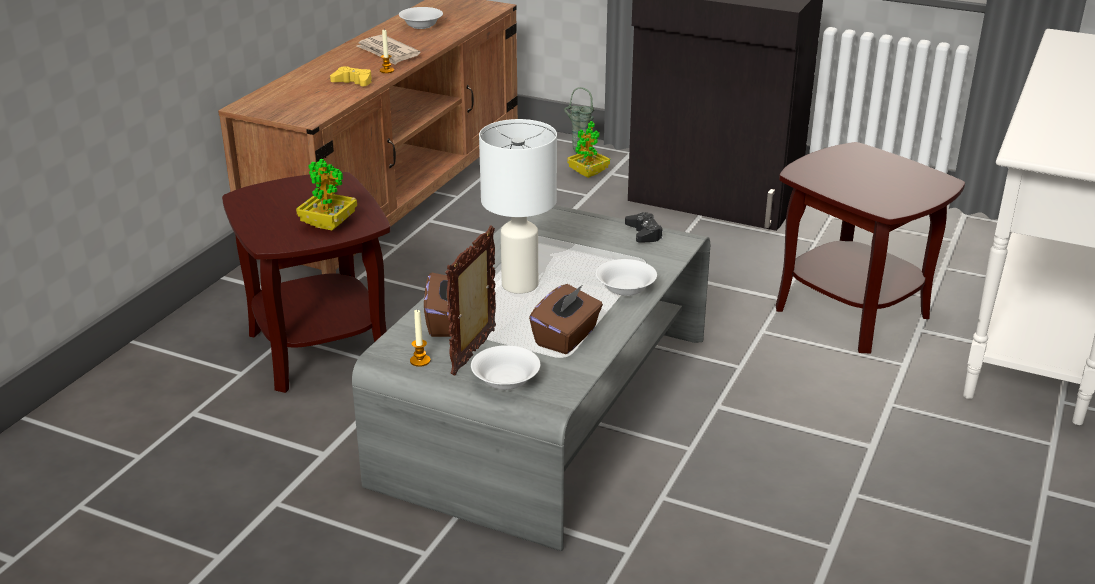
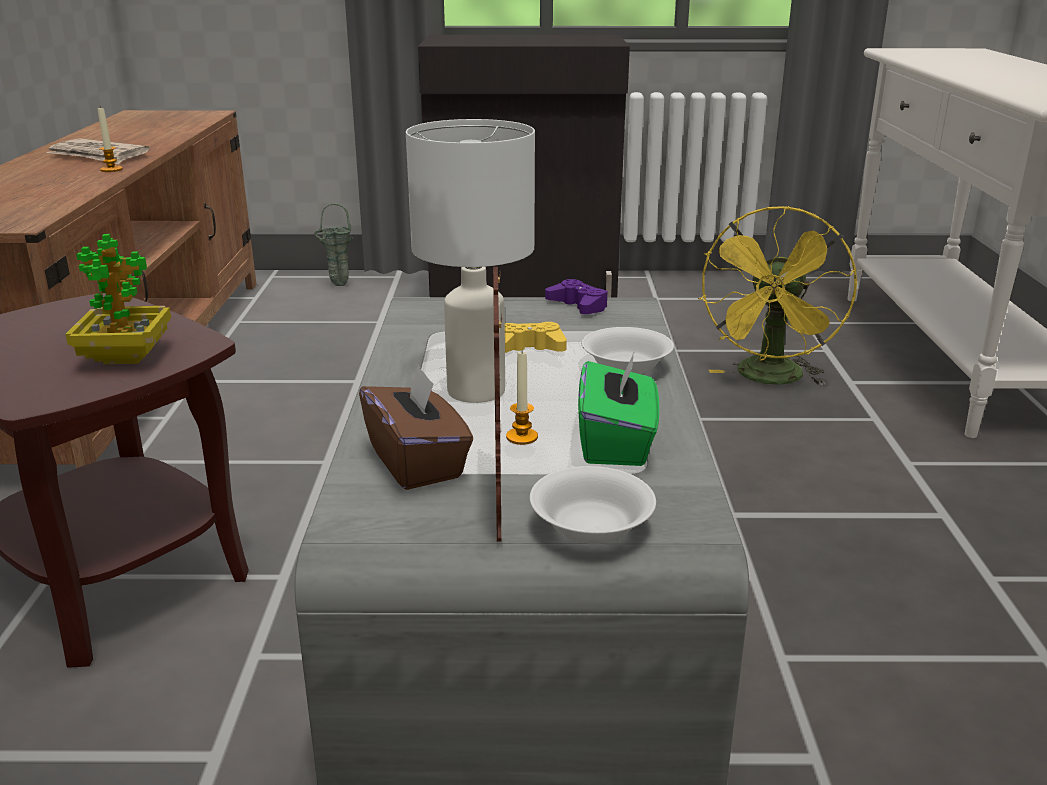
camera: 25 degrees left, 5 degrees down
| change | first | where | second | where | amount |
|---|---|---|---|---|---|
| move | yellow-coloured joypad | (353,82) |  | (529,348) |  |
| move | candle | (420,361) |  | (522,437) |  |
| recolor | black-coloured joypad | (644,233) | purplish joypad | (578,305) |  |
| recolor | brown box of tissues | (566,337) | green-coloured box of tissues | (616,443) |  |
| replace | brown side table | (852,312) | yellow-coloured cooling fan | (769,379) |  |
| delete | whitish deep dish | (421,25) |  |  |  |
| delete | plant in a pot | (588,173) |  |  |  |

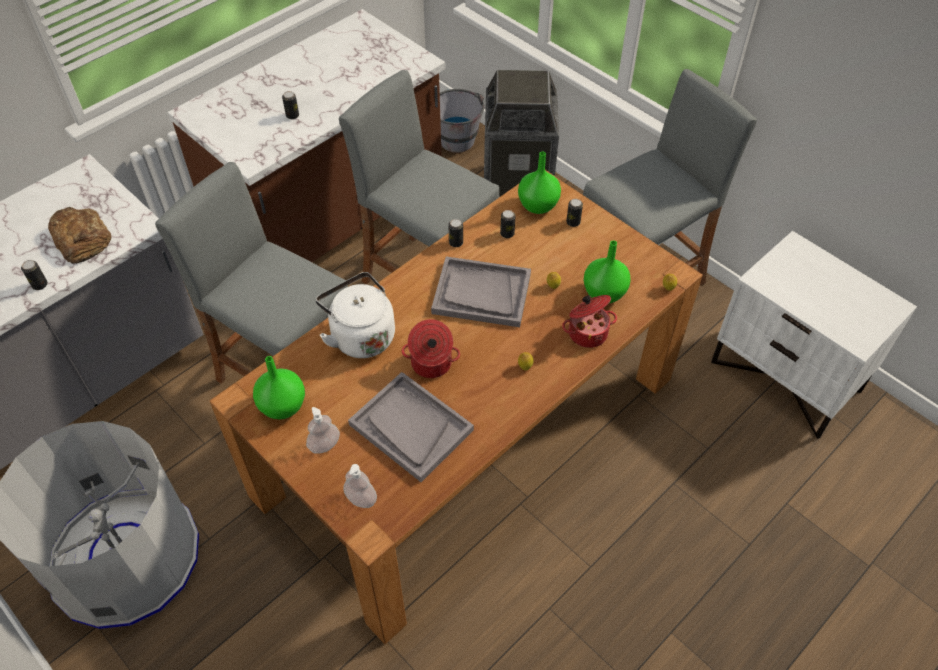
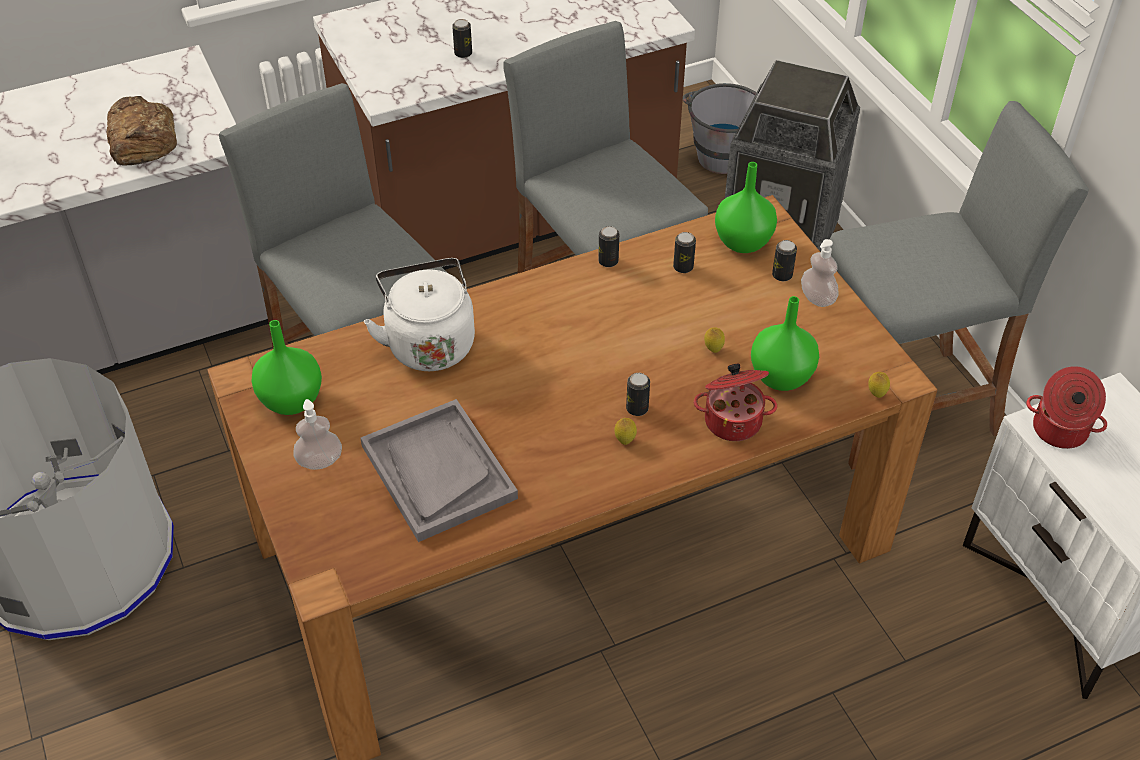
camera: 20 degrees right, 5 degrees down
| change | first | where | second | where | amount |
|---|---|---|---|---|---|
| move | can | (40,285) |  | (637,408) |  |
| move | liquid soap bottle | (361,498) |  | (817,298) |  |
| move | stockpot | (431,364) |  | (1059,431) |  |
| delete | gray tray | (481,294) |  |  |  |

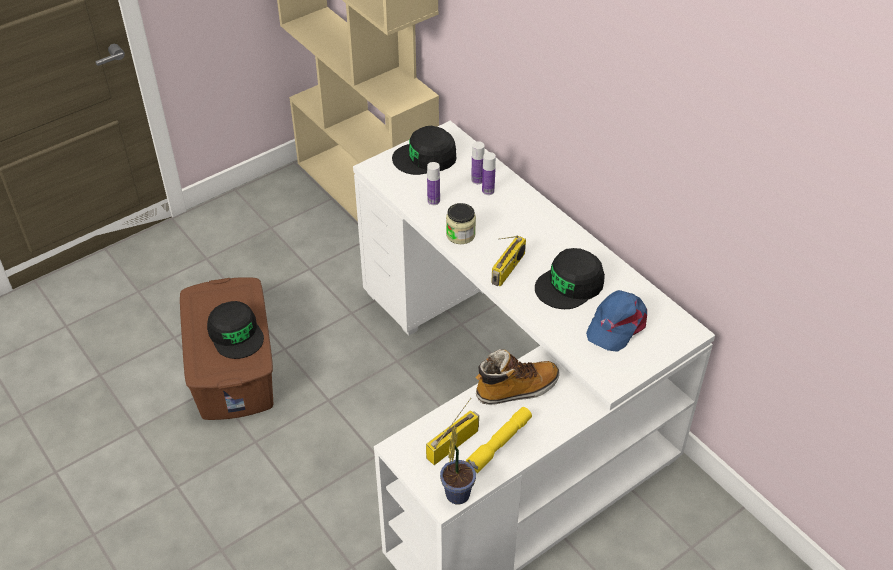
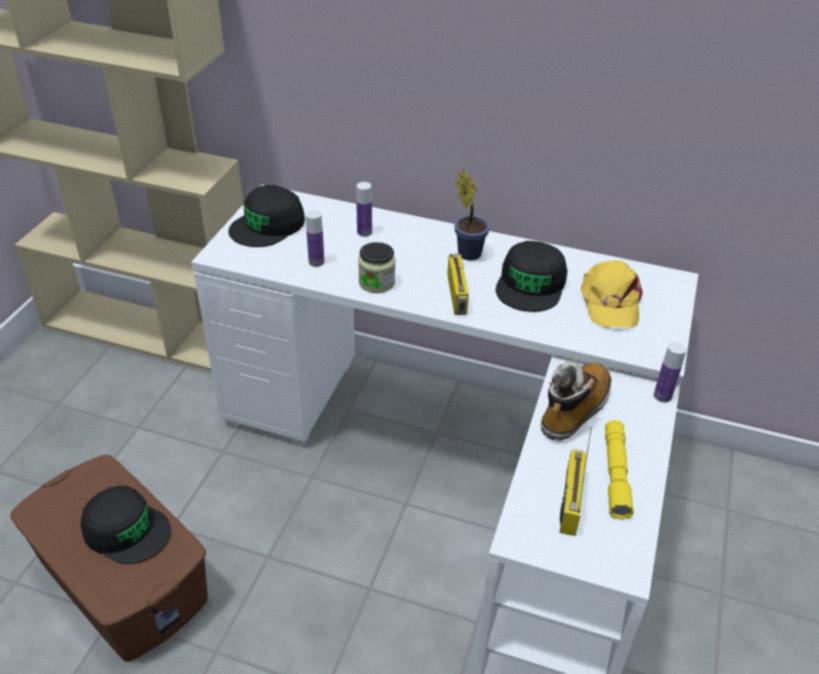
camera: 35 degrees left, 5 degrees down
| change | first | where | second | where | amount |
|---|---|---|---|---|---|
| move | plant in a pot | (458,491) |  | (468,252) |  |
| recolor | blue baseball cap | (616,324) | yellow-coloured baseball cap | (610,301) |  |
| move | bottle | (477,180) |  | (662,396) |  |

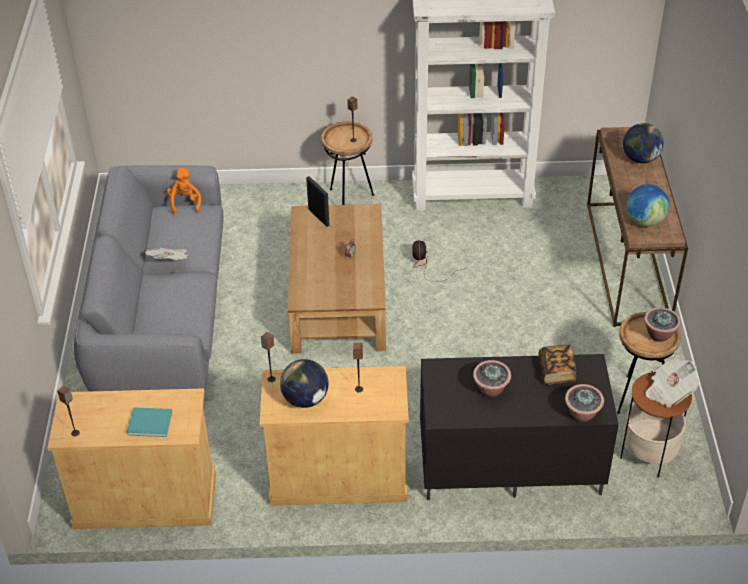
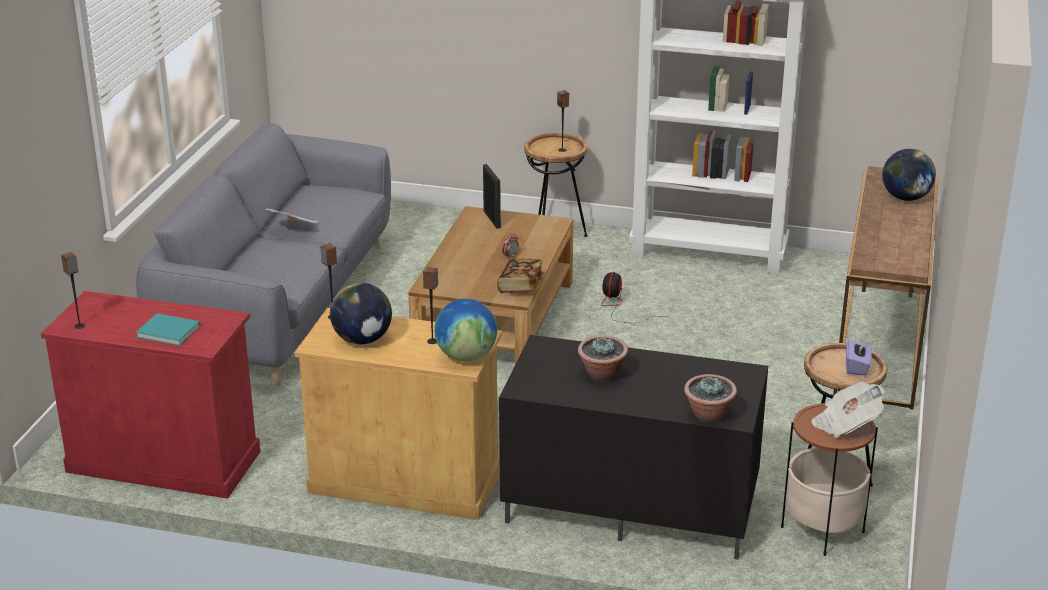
camera: 15 degrees right, 15 degrees down
| change | first | where | second | where | amount |
|---|---|---|---|---|---|
| recolor | beige cabinet | (145,500) | red cabinet | (164,461) |  |
| move | desk globe | (644,221) |  | (466,356) |  |
| move | book | (556,371) |  | (520,286) |  |
| replace | plant in a pot | (659,335) | purplish box of tissues | (857,367) |  |
| delete | orangey cuddly toy | (185,203) |  |  |  |

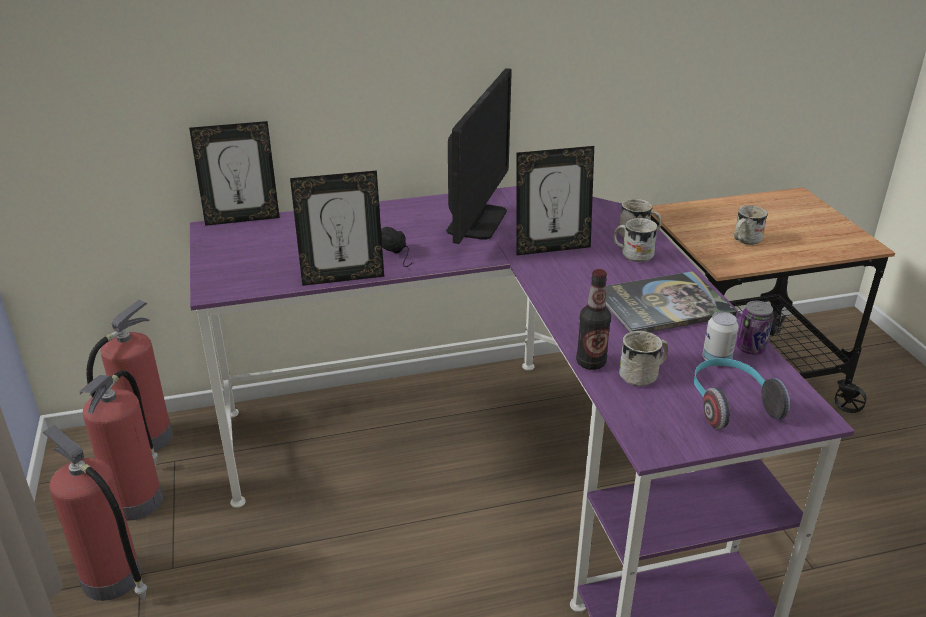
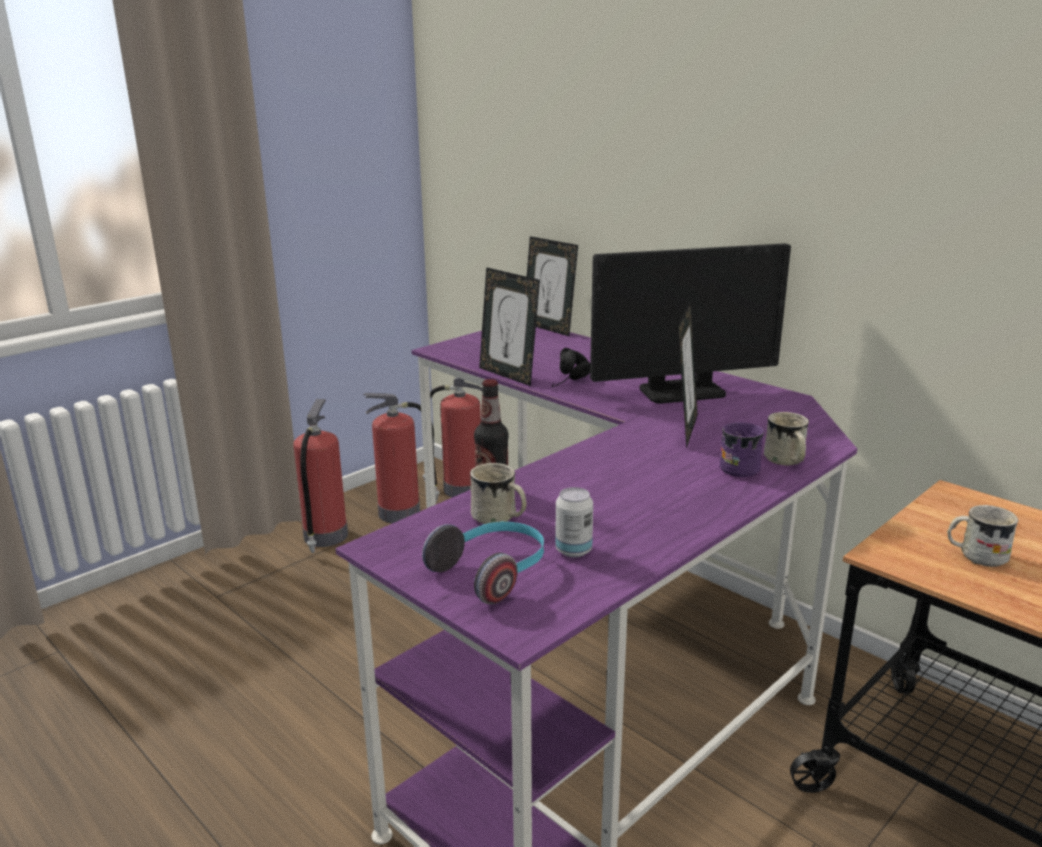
camera: 60 degrees right, 10 degrees down
| change | first | where | second | where | amount |
|---|---|---|---|---|---|
| rotate | standing frame | (551,248) |  | (684,430) | 120 degrees counterclockwise |
| recolor | whitish coffee mug | (632,254) | purplish coffee mug | (738,467) |  |
| delete | book | (663,304) |  |  |  |
| delete | can | (750,349) |  |  |  |

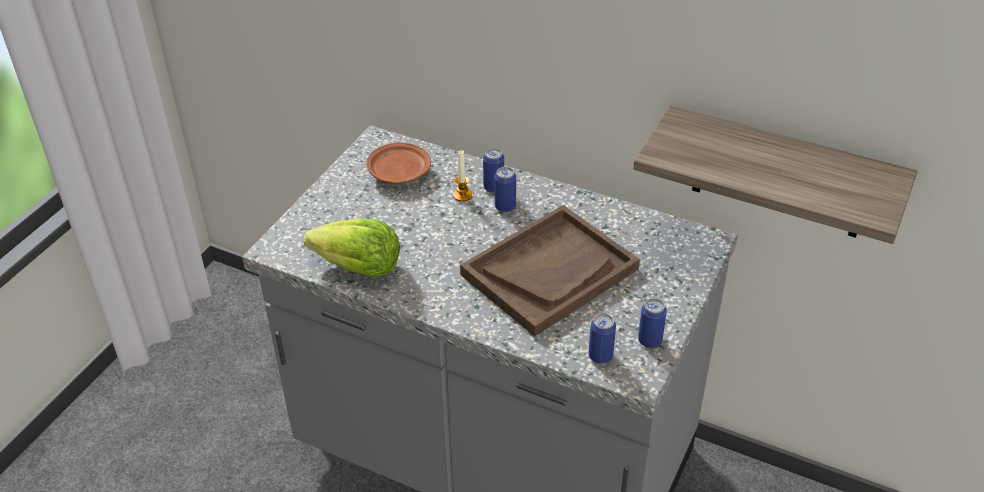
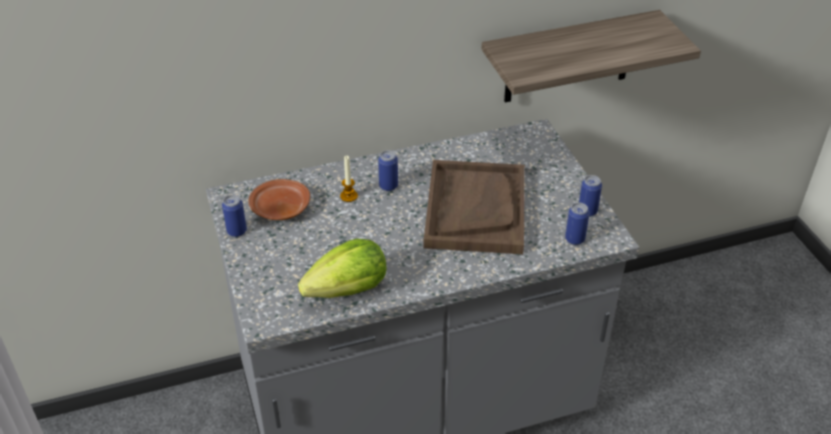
camera: 45 degrees left, 0 degrees up
| change | first | where | second | where | amount |
|---|---|---|---|---|---|
| move | can | (493,187) |  | (236,231) |  |

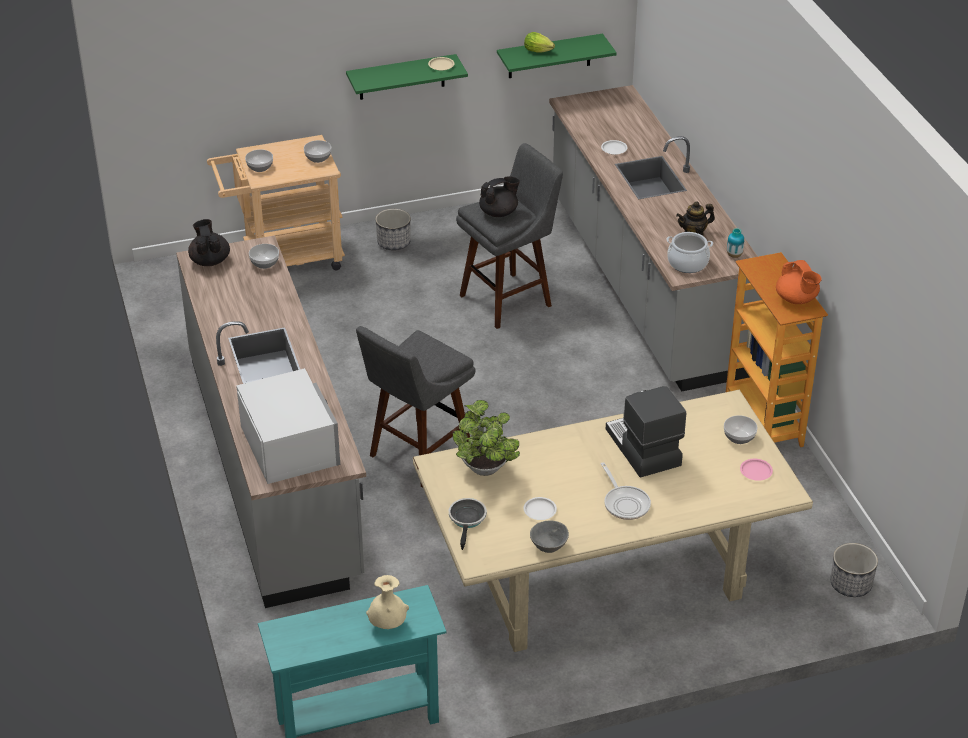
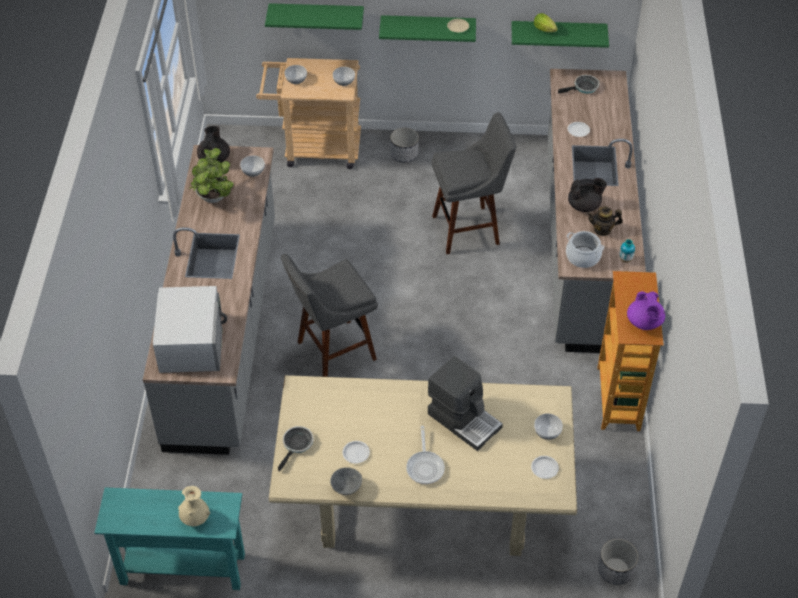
camera: 20 degrees right, 10 degrees up
| change | first | where | second | where | amount |
|---|---|---|---|---|---|
| move | plant in a pot | (486,470) |  | (213,199) |  |
| insert |  |  | green-coloured shelf | (316,16) |  |
| rotate | coffee machine | (642,448) |  | (464,419) | 135 degrees clockwise |
| recolor | pink-coloured flat dish | (755,471) | whitish flat dish | (544,468) |  |
| insert |  |  | frying pan | (584,87) |  |
| move | black-coloured pot for tea | (499,212) |  | (584,206) |  |
| recolor | orangey pot for tea | (796,299) | purplish pot for tea | (644,322) |  |

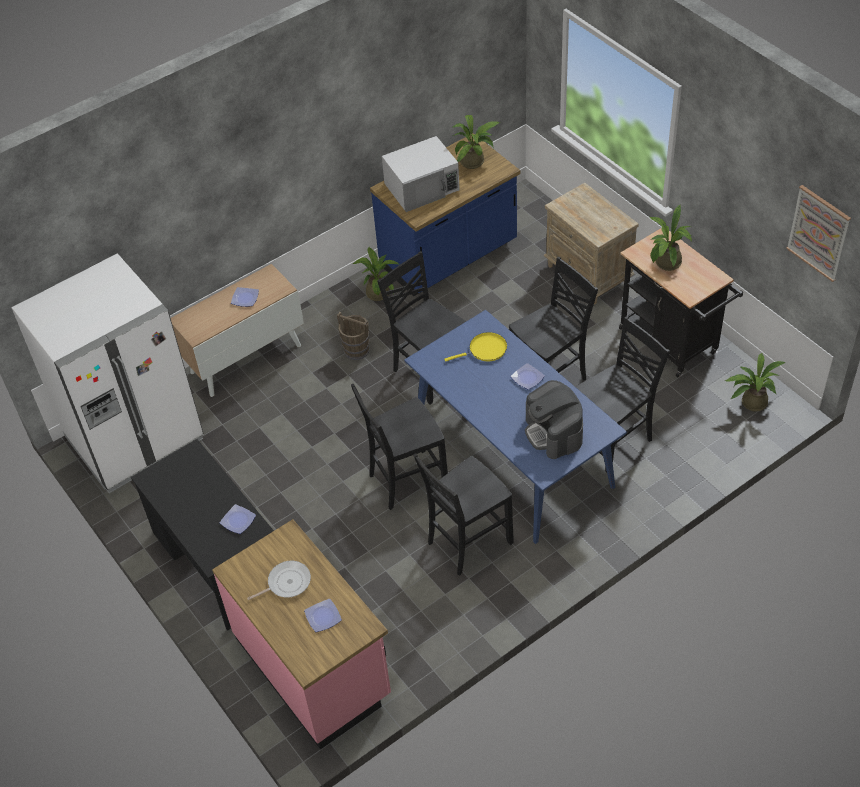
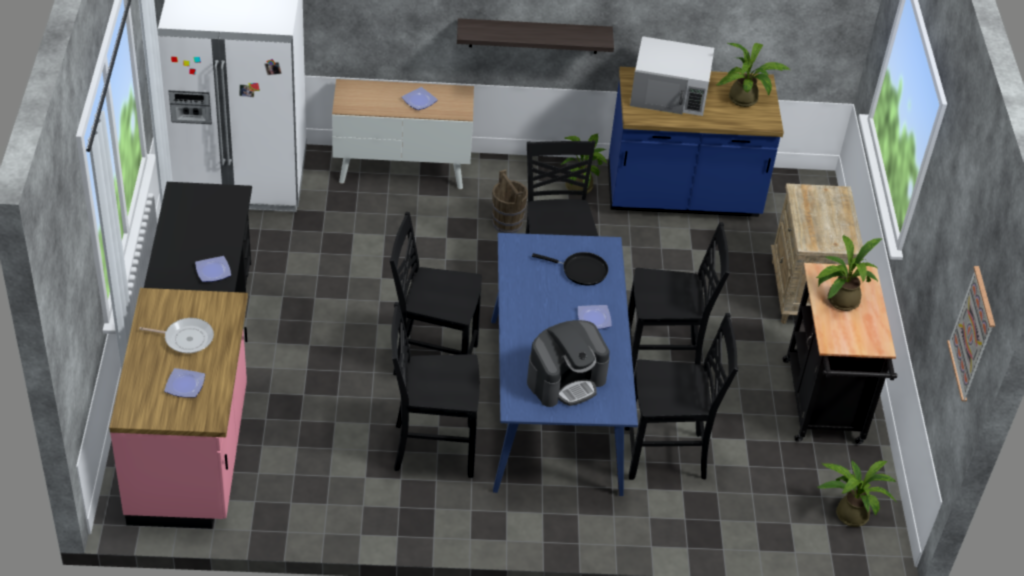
camera: 30 degrees right, 5 degrees down
| change | first | where | second | where | amount |
|---|---|---|---|---|---|
| insert |  |  | shelf | (534,36) |  |
| rotate | coffee machine | (554,432) |  | (566,380) | 135 degrees counterclockwise |
| recolor | yellow-coloured frying pan | (485,350) | black-coloured frying pan | (581,270) |  |

